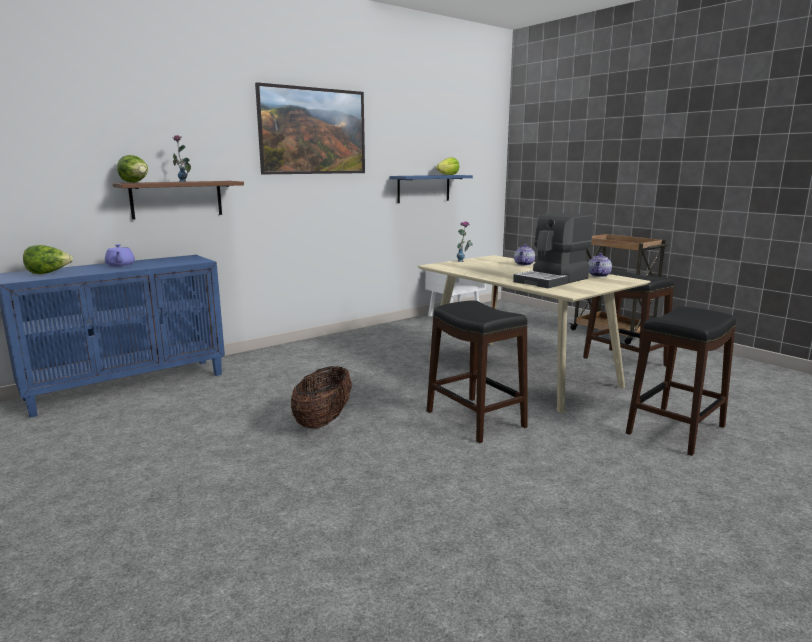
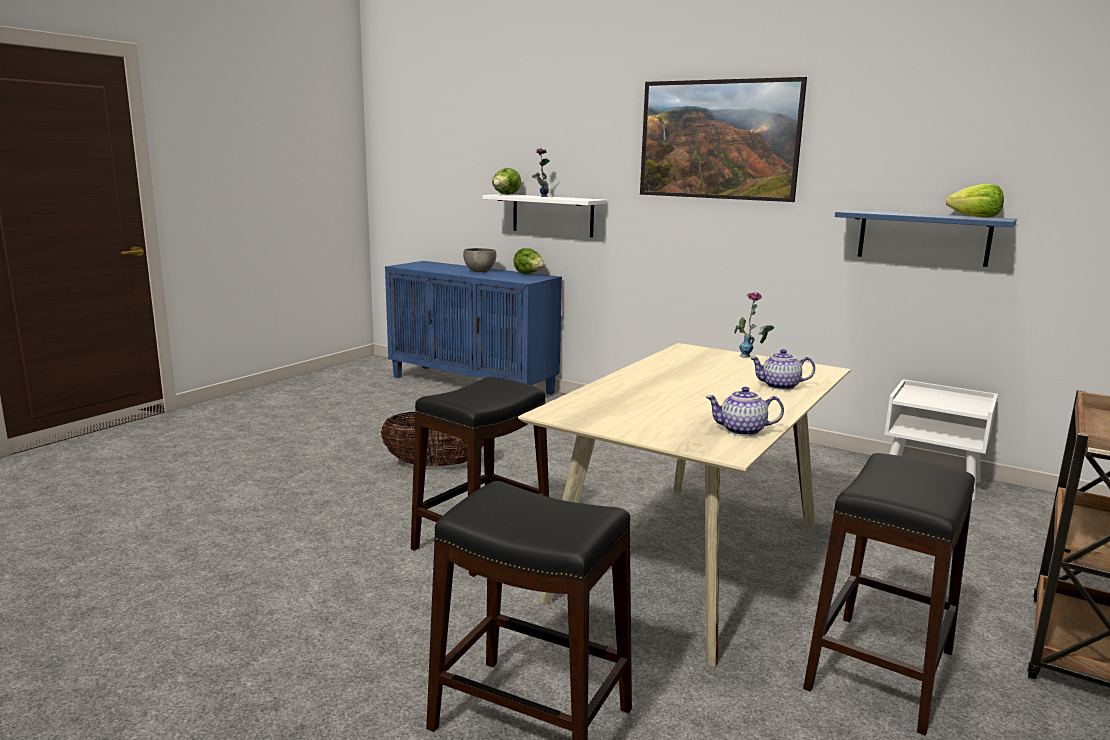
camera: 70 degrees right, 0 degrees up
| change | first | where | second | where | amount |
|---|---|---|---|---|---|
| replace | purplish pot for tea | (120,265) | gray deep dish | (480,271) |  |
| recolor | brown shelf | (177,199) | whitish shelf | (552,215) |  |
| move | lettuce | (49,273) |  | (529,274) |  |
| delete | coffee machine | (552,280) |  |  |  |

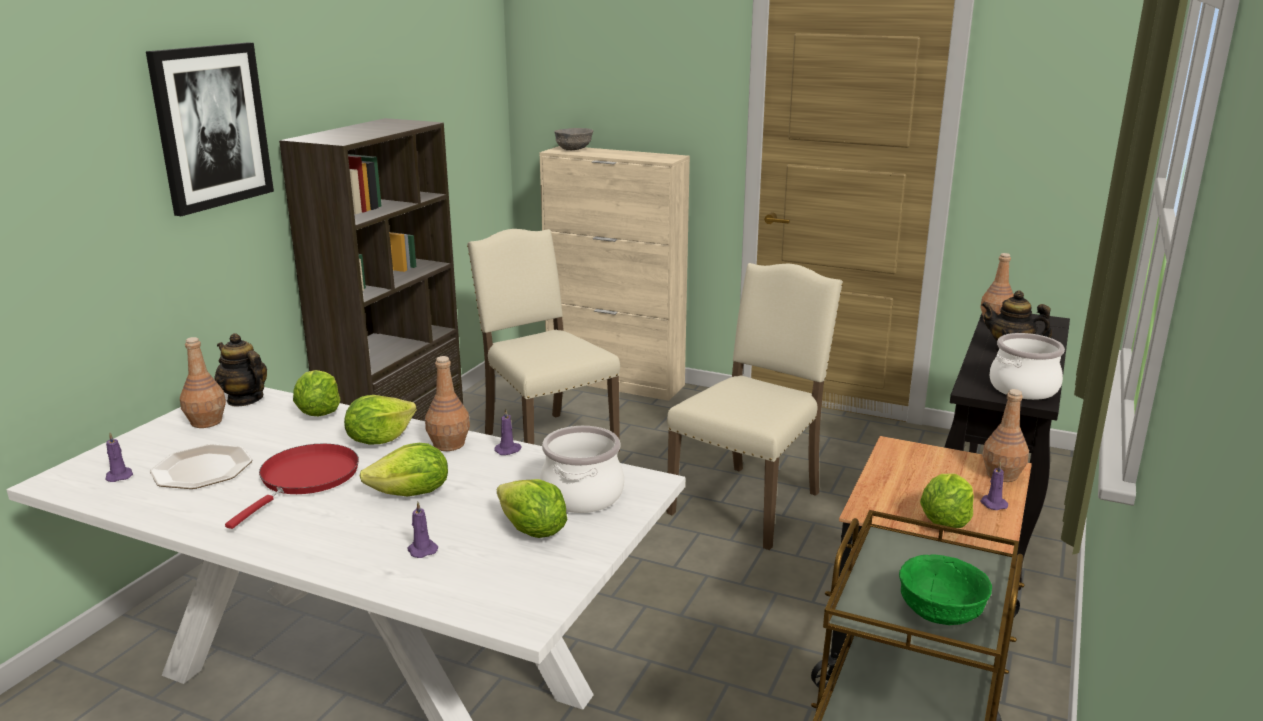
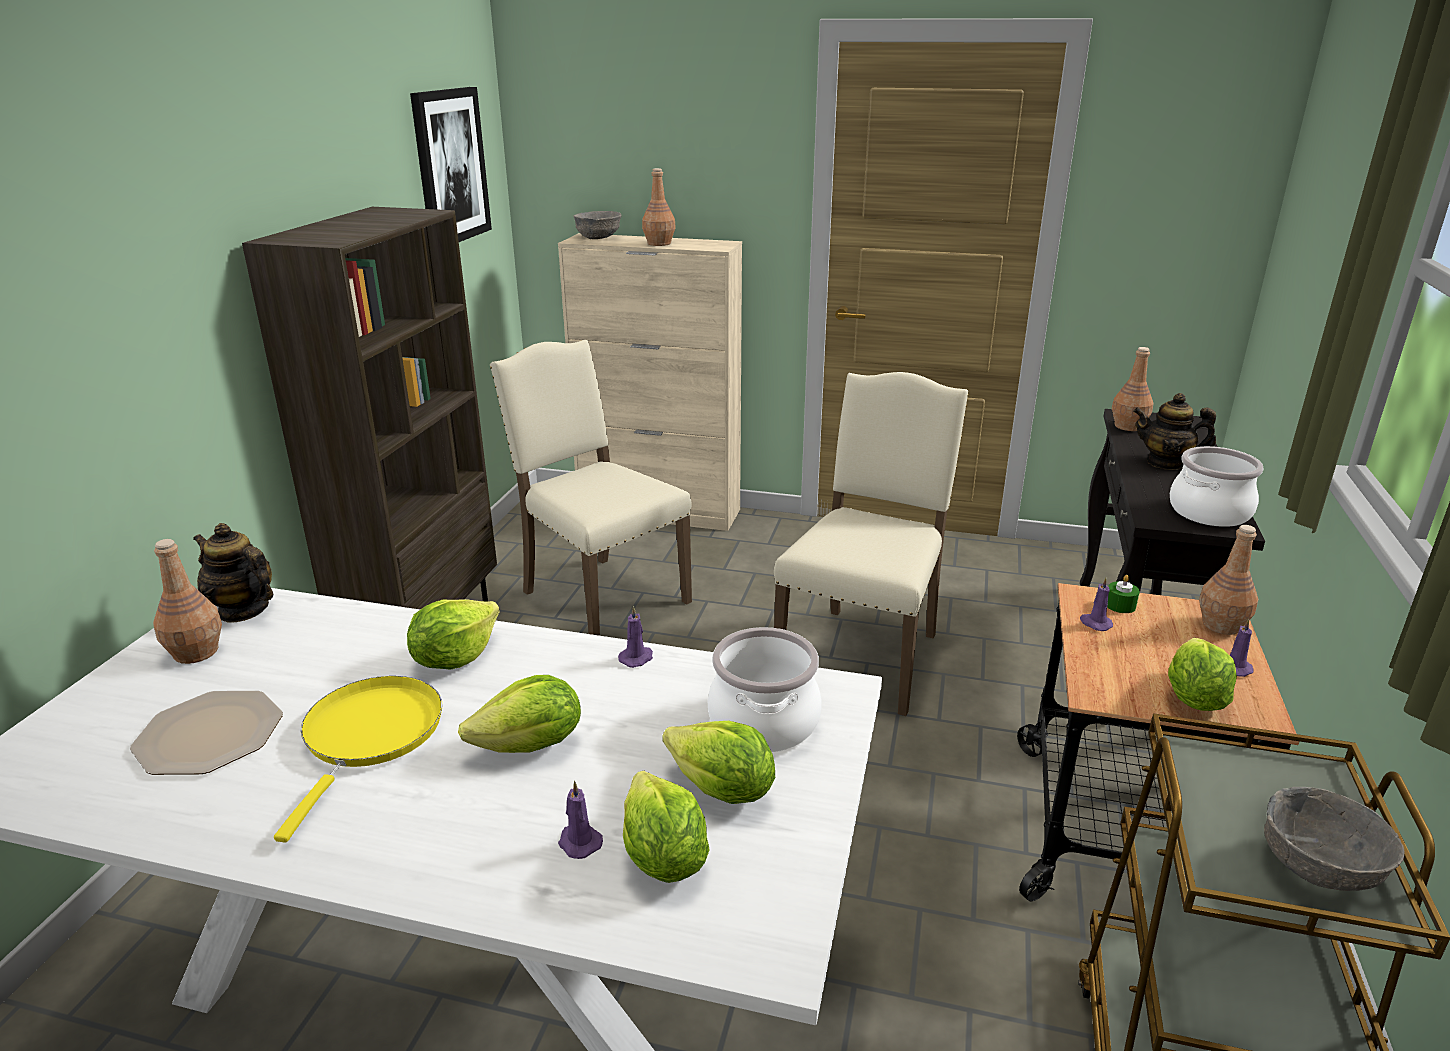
camera: 10 degrees left, 5 degrees up
| change | first | where | second | where | amount |
|---|---|---|---|---|---|
| recolor | red frying pan | (305,479) | yellow-coloured frying pan | (370,736) |  |
| move | wall art | (211,126) |  | (450,166) |  |
| move | lettuce | (319,412) |  | (662,857) |  |
| move | brown bottle | (448,444) |  | (659,243) |  |
| move | purplish candle | (119,476) |  | (1095,623) |  |
| insert |  |  | green-coloured candle | (1120,605) |  |
| recolor | green-coloured deep dish | (939,614) | gray deep dish | (1316,868) |  |

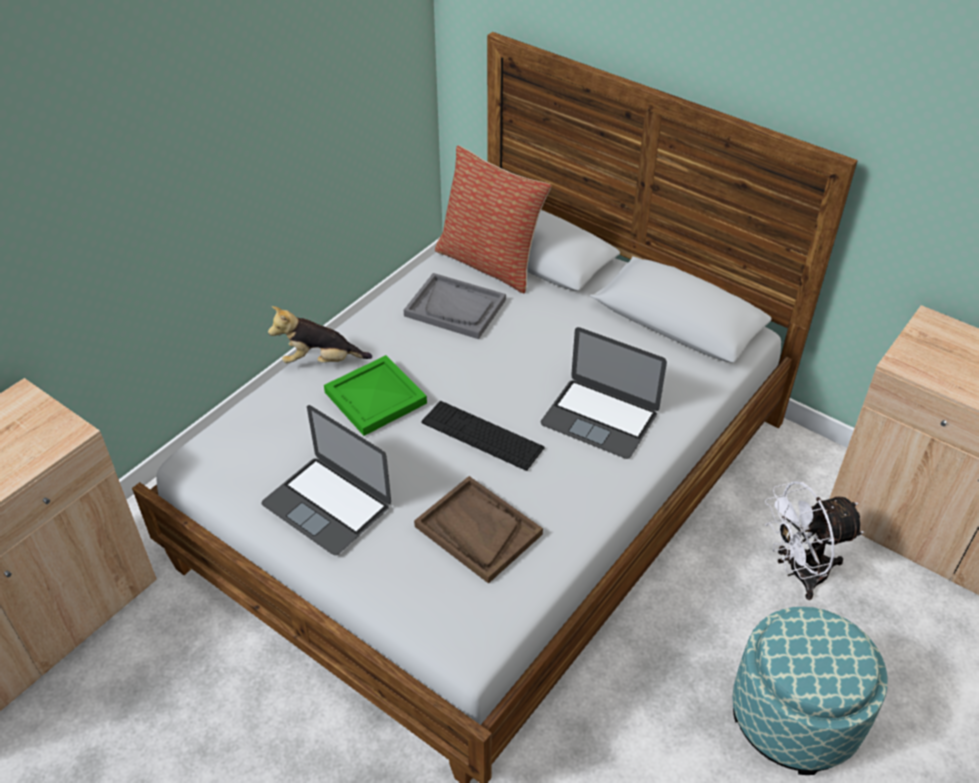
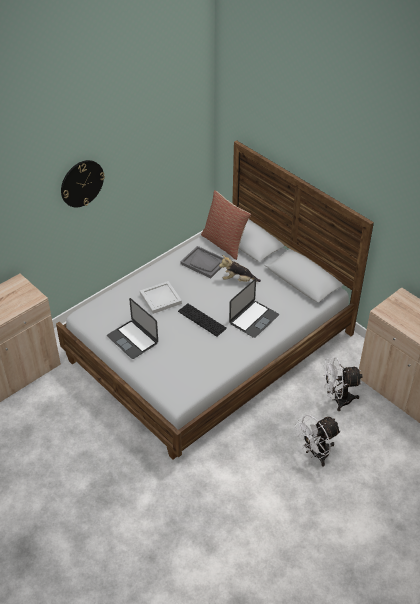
camera: 10 degrees right, 0 degrees up
| change | first | where | second | where | amount |
|---|---|---|---|---|---|
| insert |  |  | hanging clock | (82,183) |  |
| recolor | green-coloured tray | (377,398) | whitish tray | (161,298) |  |
| move | cuddly toy | (321,361) |  | (238,280) |  |
| rotate | portable computer | (599,418) |  | (254,319) | 90 degrees counterclockwise |
| replace | footrest | (795,716) | whitish cooling fan | (316,454) |  |
| delete | brown tray | (477,530) |  |  |  |

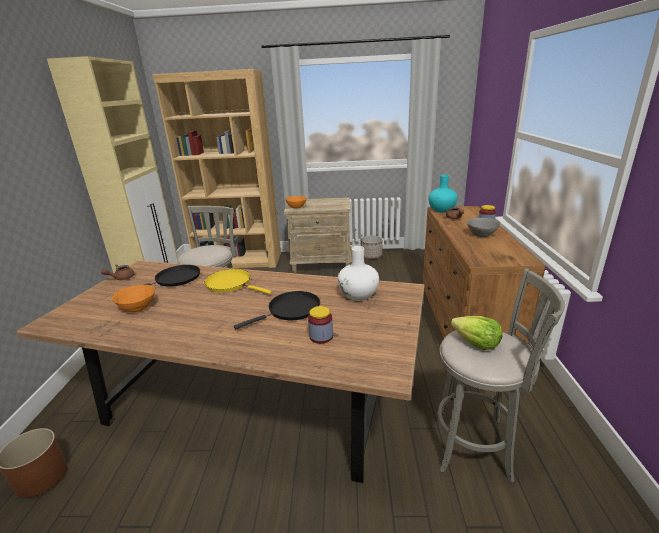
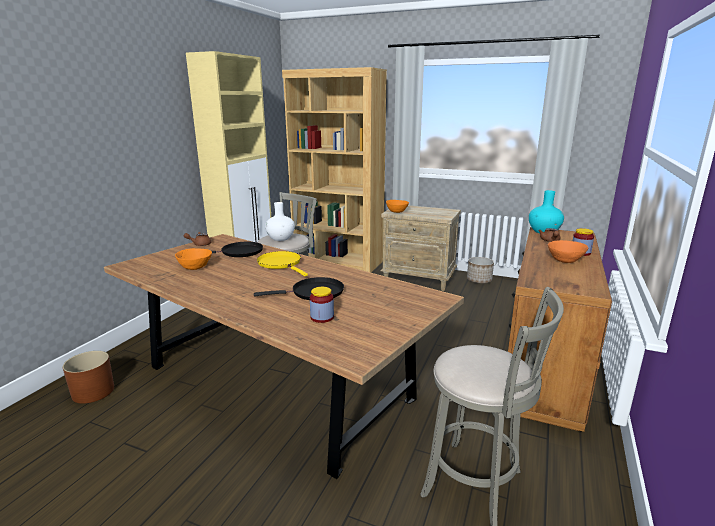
camera: 20 degrees right, 5 degrees down
| change | first | where | second | where | amount |
|---|---|---|---|---|---|
| move | whitish vase | (358,295) |  | (280,238) |  |
| recolor | gray deep dish | (481,235) | orangey deep dish | (564,260) |  |
| delete | lettuce | (476,343) |  |  |  |

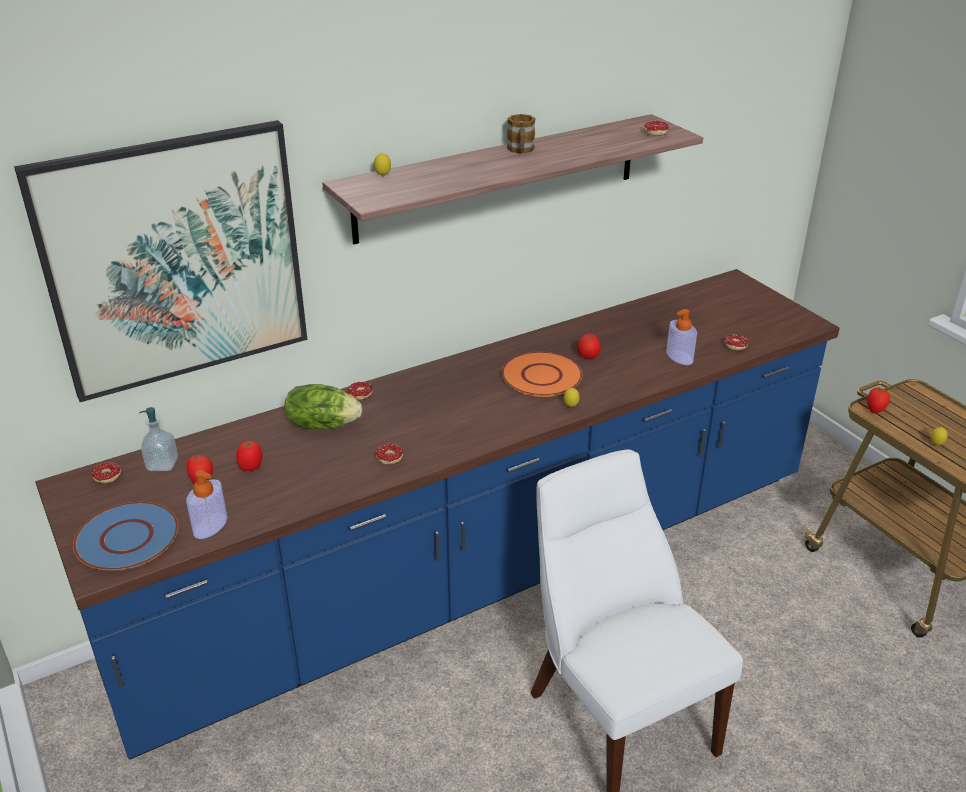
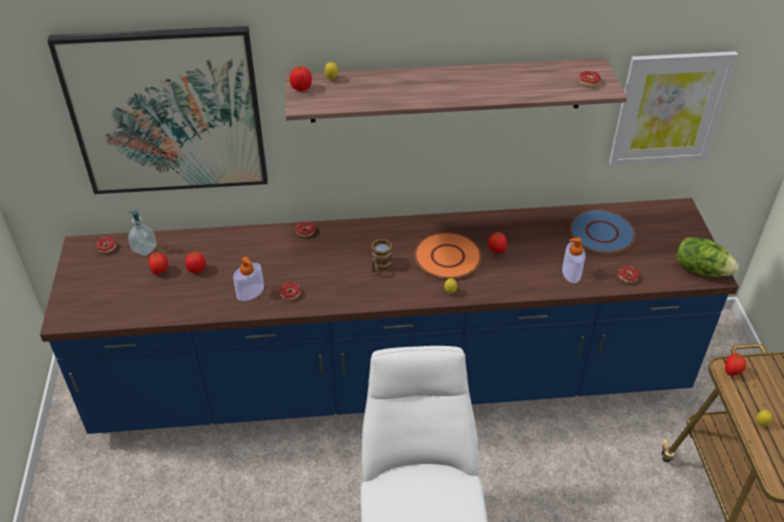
camera: 25 degrees right, 10 degrees up
| change | first | where | second | where | amount |
|---|---|---|---|---|---|
| move | liquid soap bottle | (210,525) |  | (250,292) |  |
| insert |  |  | tomato | (301,88) |  |
| move | coffee mug | (521,150) |  | (379,266) |  |
| move | blue flat dish | (127,537) |  | (601,232) |  |
| insert |  |  | wall art | (669,108) |  |
| move | lettuce | (322,424) |  | (701,269) |  |

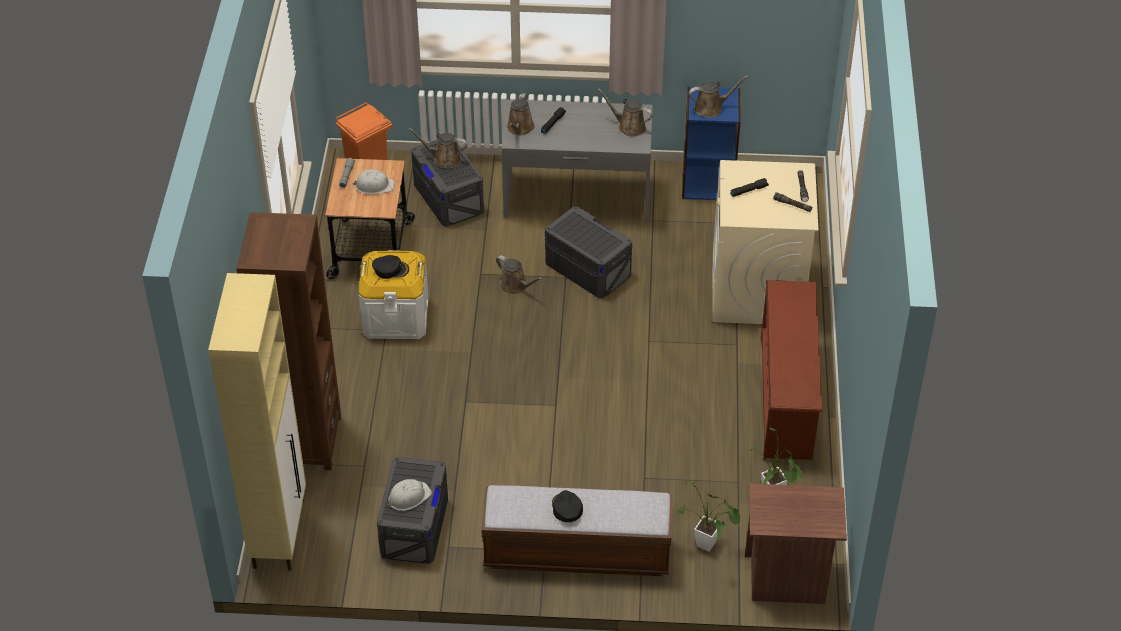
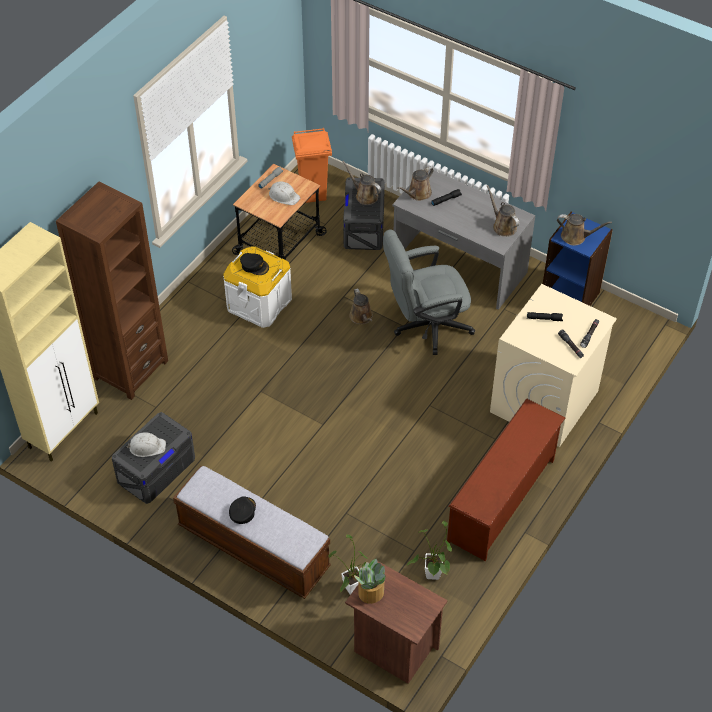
camera: 30 degrees right, 5 degrees up
| change | first | where | second | where | amount |
|---|---|---|---|---|---|
| insert |  |  | plant in a pot | (370,593) |  |
| replace | gray storage box | (587,268) | gray office chair | (425,326) |  |

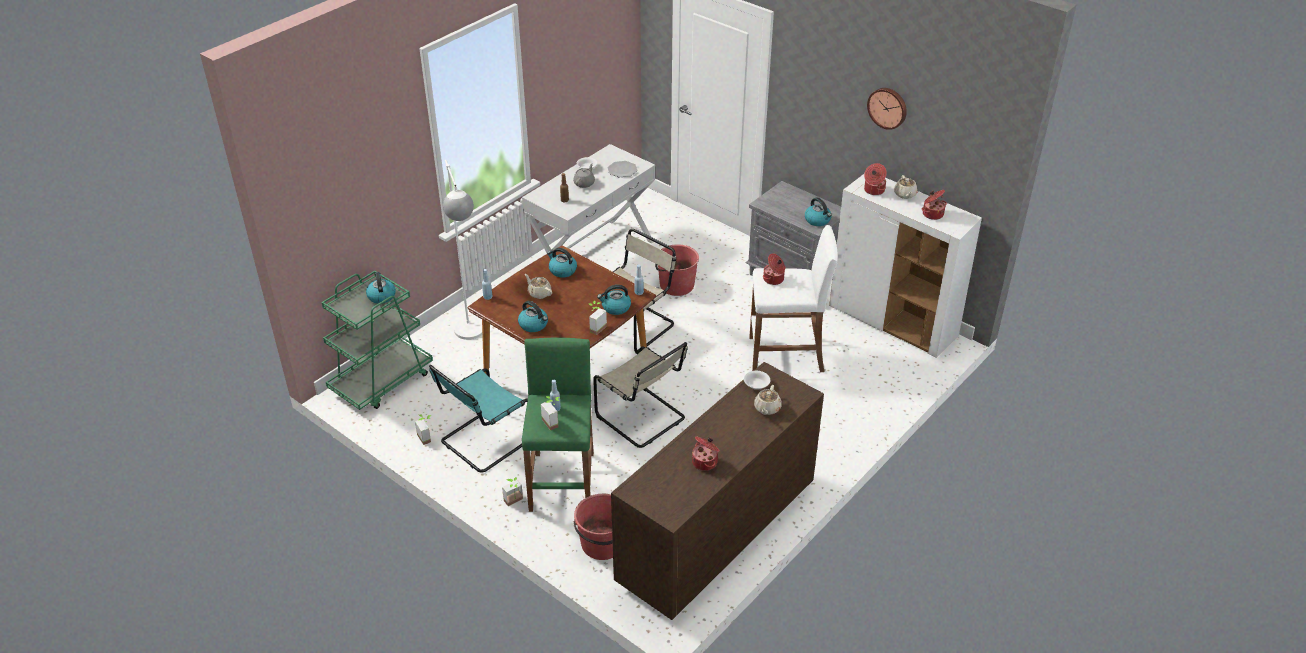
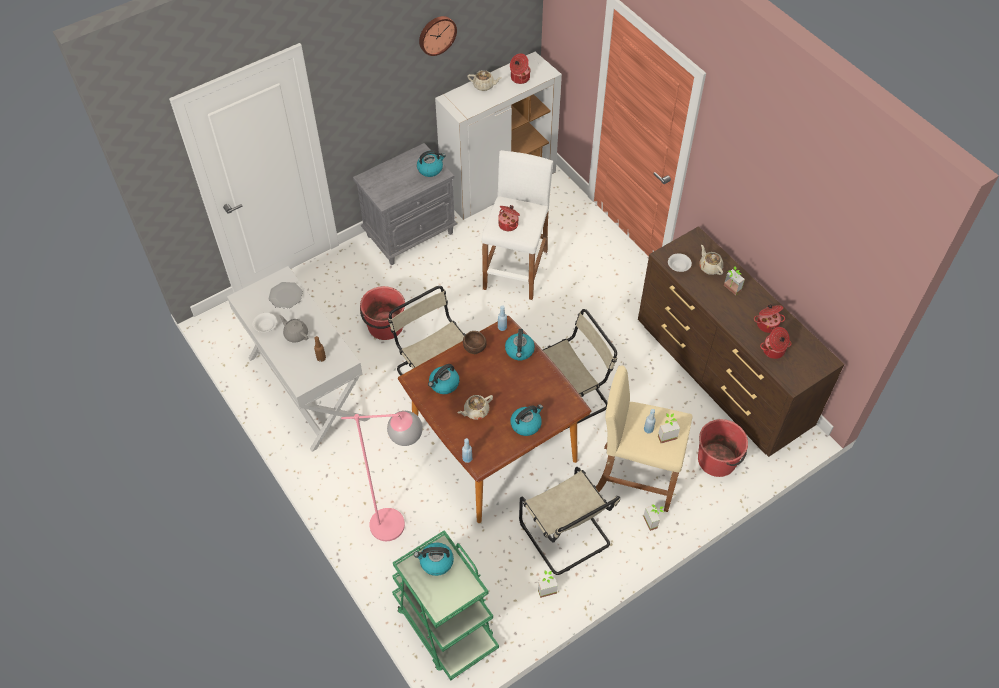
camera: 75 degrees left, 15 degrees up
| change | first | where | second | where | amount |
|---|---|---|---|---|---|
| recolor | whitish floor lamp | (472,336) | pink-coloured floor lamp | (400,524) |  |
| insert |  |  | brown deep dish | (474,346) |  |
| recolor | blue-green chair | (483,442) | beige chair | (567,536) |  |
| recolor | green-coloured stool seat | (562,481) | beige stool seat | (635,477) |  |
| rotate | beige pot for tea | (767,408) |  | (710,267) | 150 degrees counterclockwise |
| move | plant in a pot | (595,327) |  | (730,290) |  |
| move | stockpot | (873,190) |  | (773,351) |  |

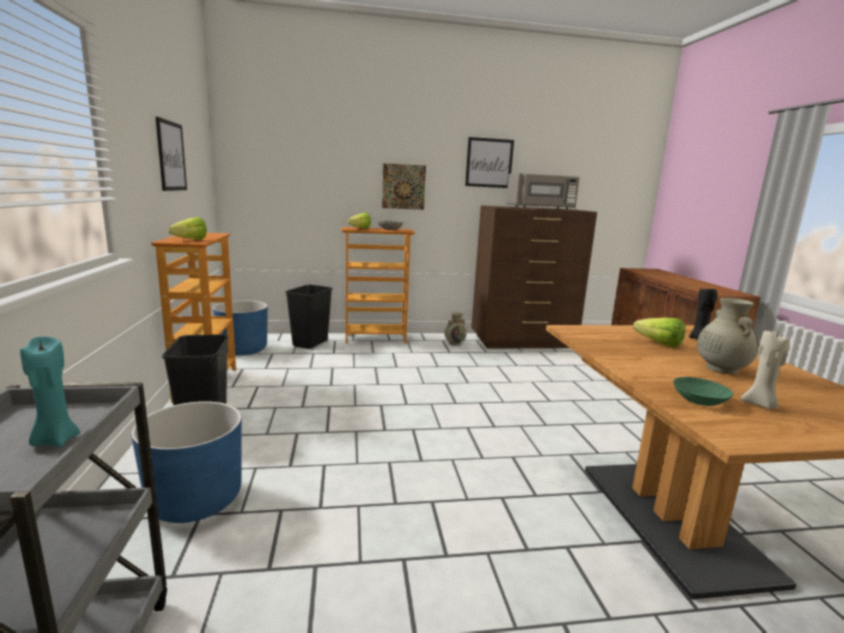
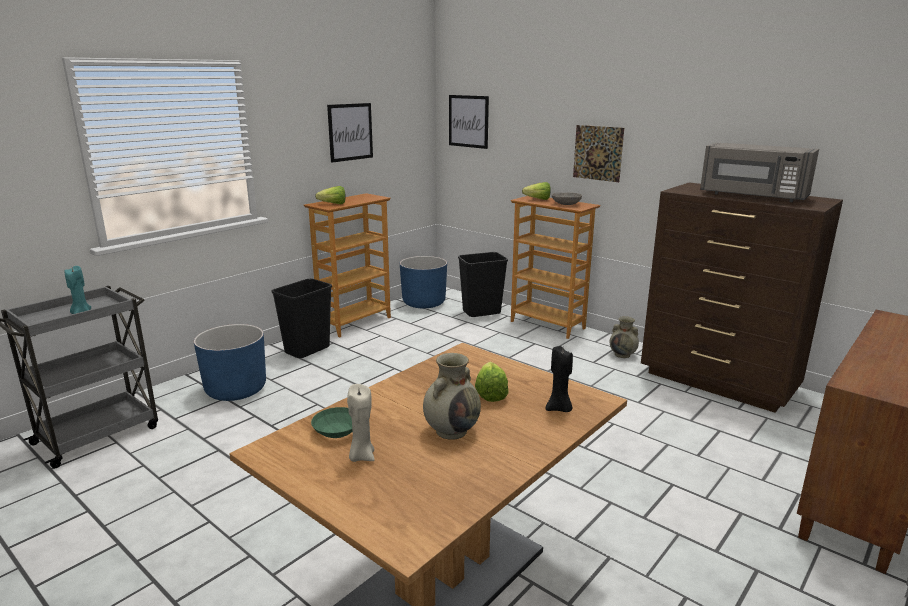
camera: 50 degrees right, 5 degrees up
| change | first | where | second | where | amount |
|---|---|---|---|---|---|
| move | wall art | (489,163) |  | (468,121) |  |

